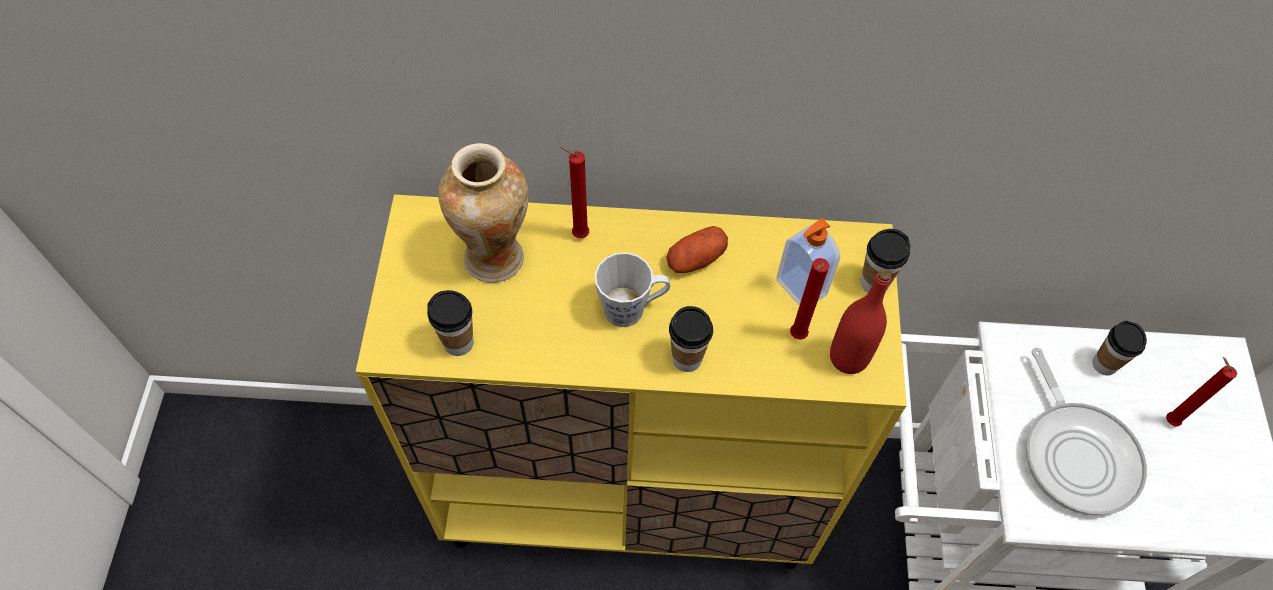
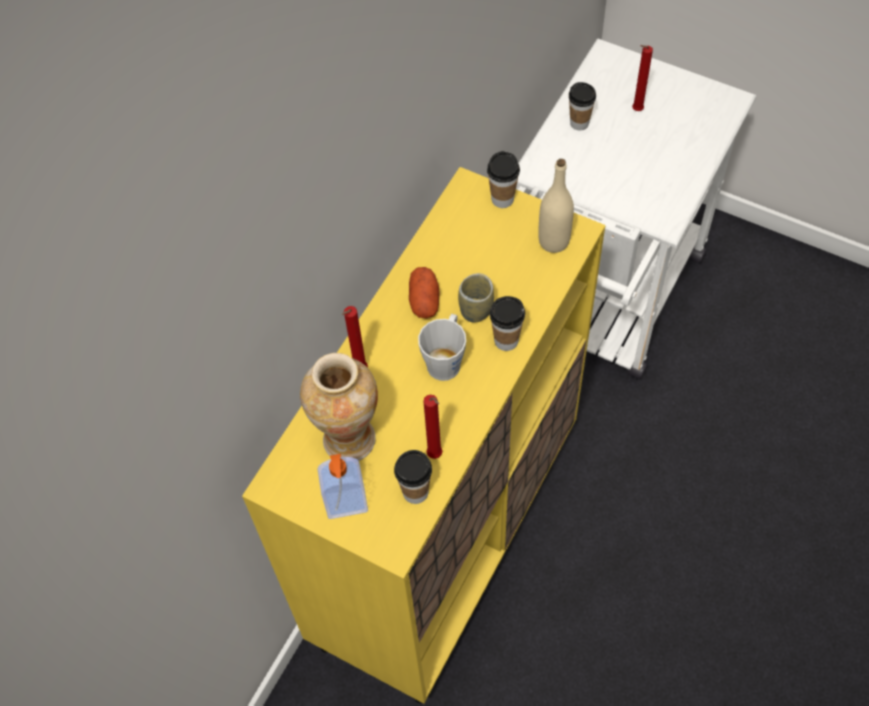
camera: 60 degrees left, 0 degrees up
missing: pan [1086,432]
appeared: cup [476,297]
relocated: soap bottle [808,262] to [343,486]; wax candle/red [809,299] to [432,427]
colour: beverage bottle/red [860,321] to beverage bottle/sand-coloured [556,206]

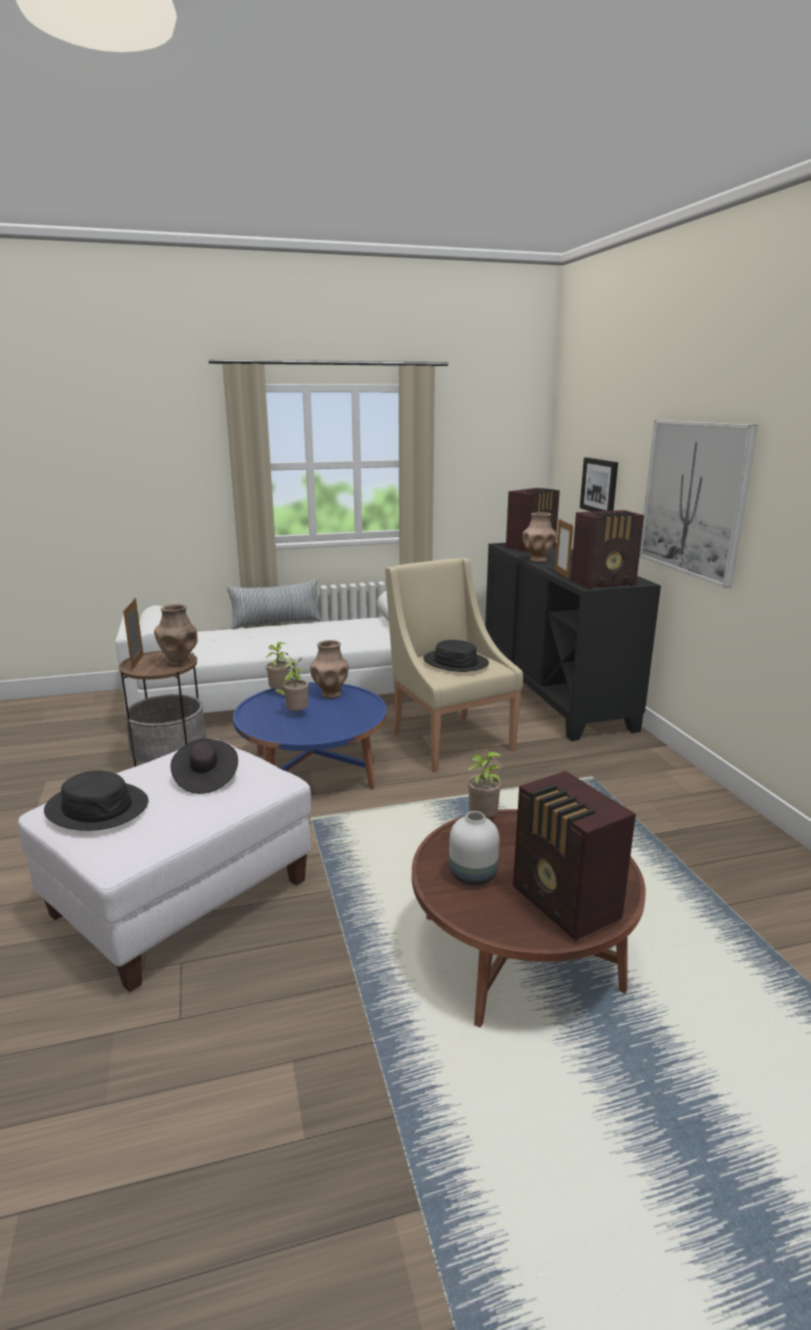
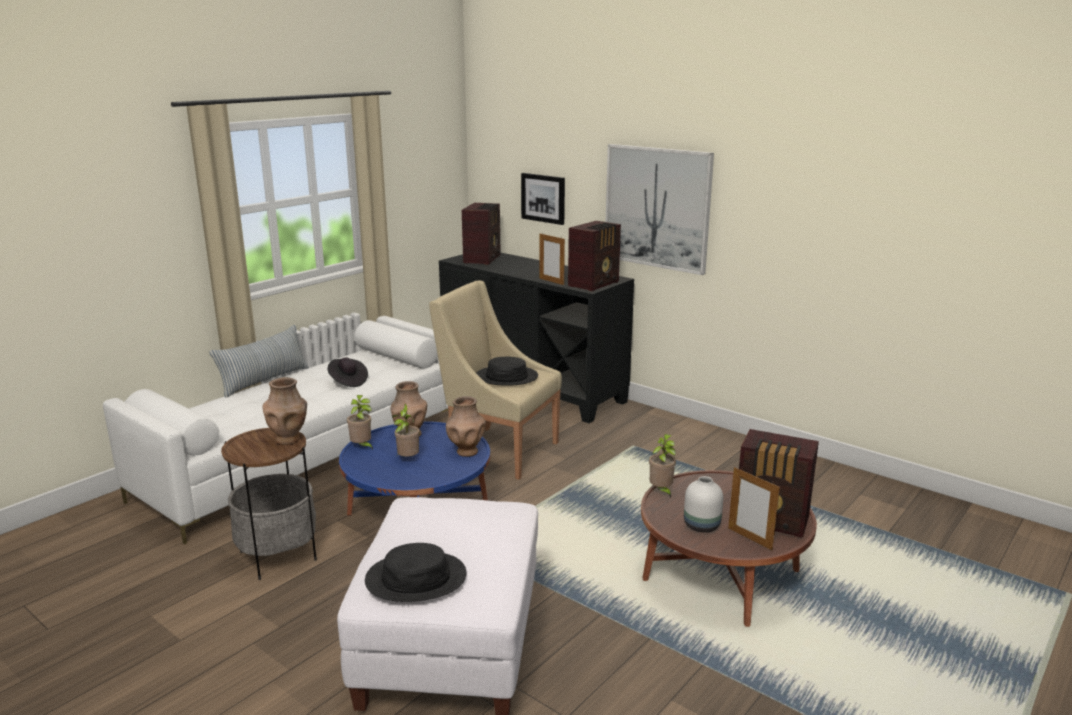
camera: 35 degrees left, 0 degrees up
relocated: standing frame [133,634] to [754,508]; hat/black [204,766] to [347,372]; decorative vase/brown-coloured [539,537] to [466,426]

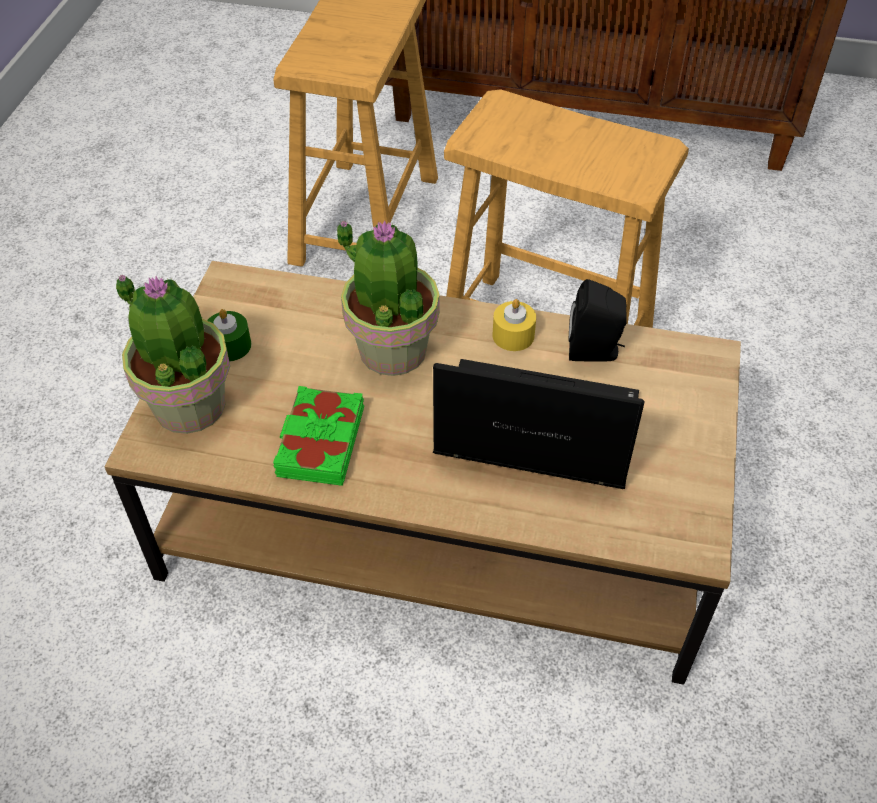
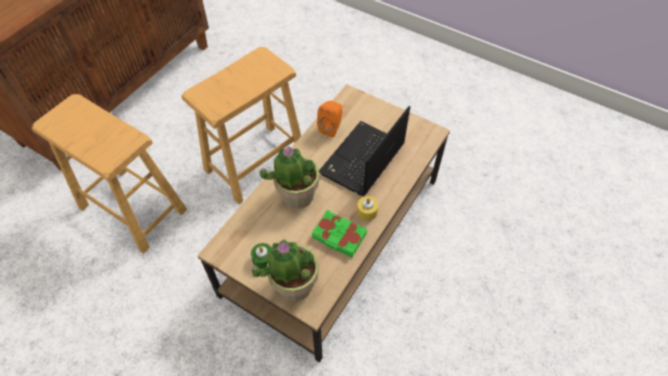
camera: 70 degrees left, 5 degrees up
relocated: wax candle/yellowish [514,325] to [367,208]
colour: speaker/black [598,320] to speaker/orange [329,119]

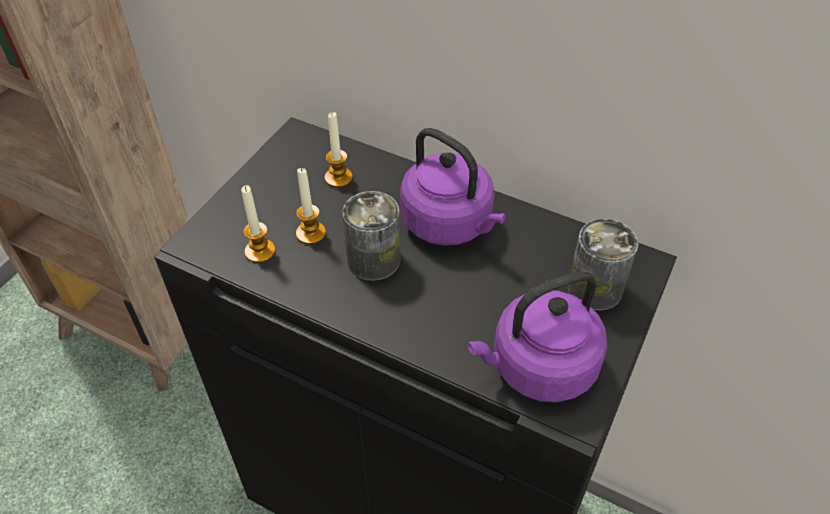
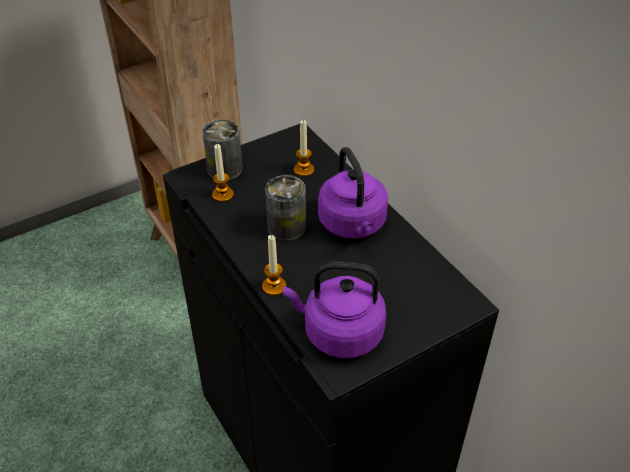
camera: 30 degrees right, 5 degrees down
relocated: wax candle [311,206] to [274,265]; sealed can [602,265] to [222,150]

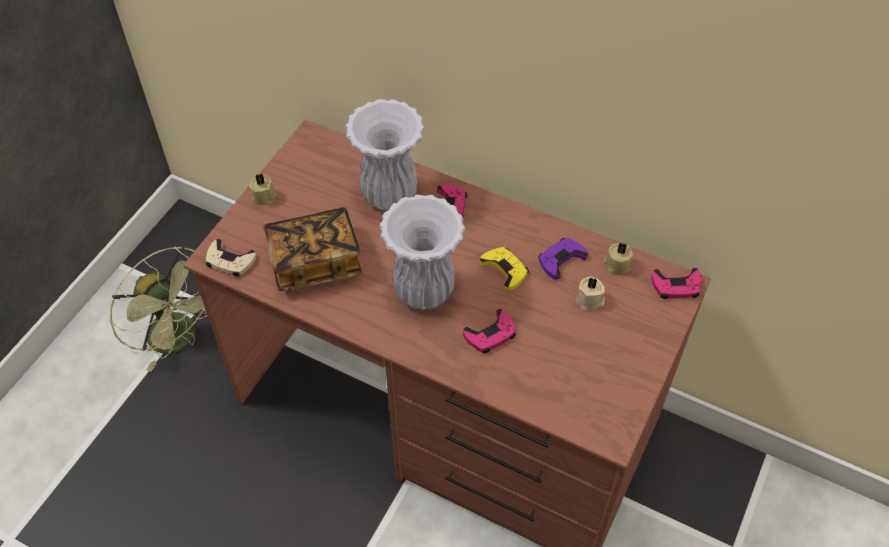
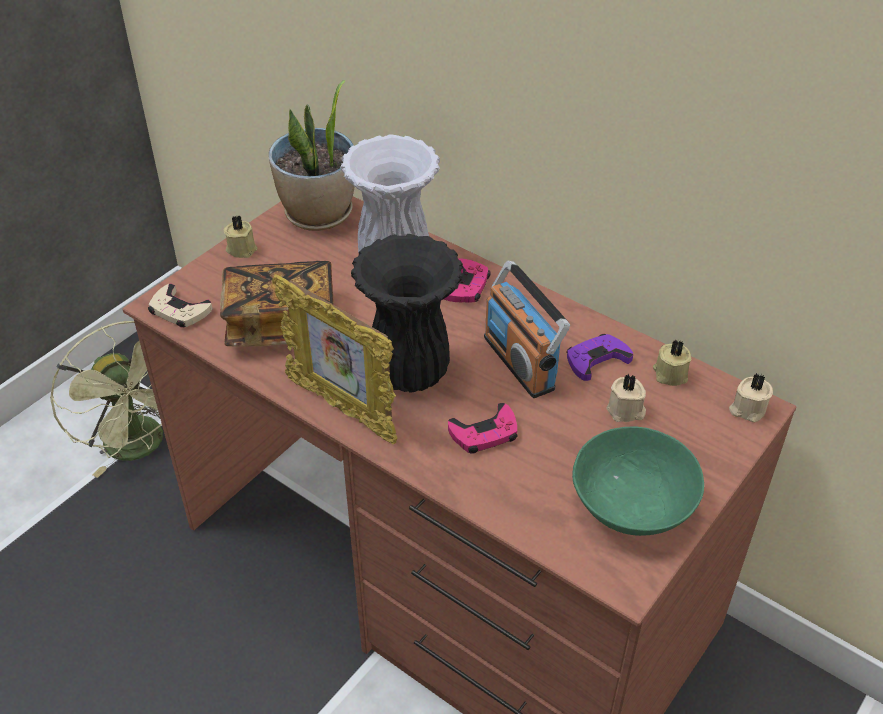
camera: 10 degrees right, 10 degrees down
appeared: potted plant [311,155]; standing frame [335,359]; bowl/green-coloured [638,481]
exchanged: gamepad/yellowish [504,269] to radio [527,329]; gamepad/pinkish [676,283] to wax candle/sand-coloured [751,397]
colour: decorative vase/white-coloured [422,252] to decorative vase/black [407,313]

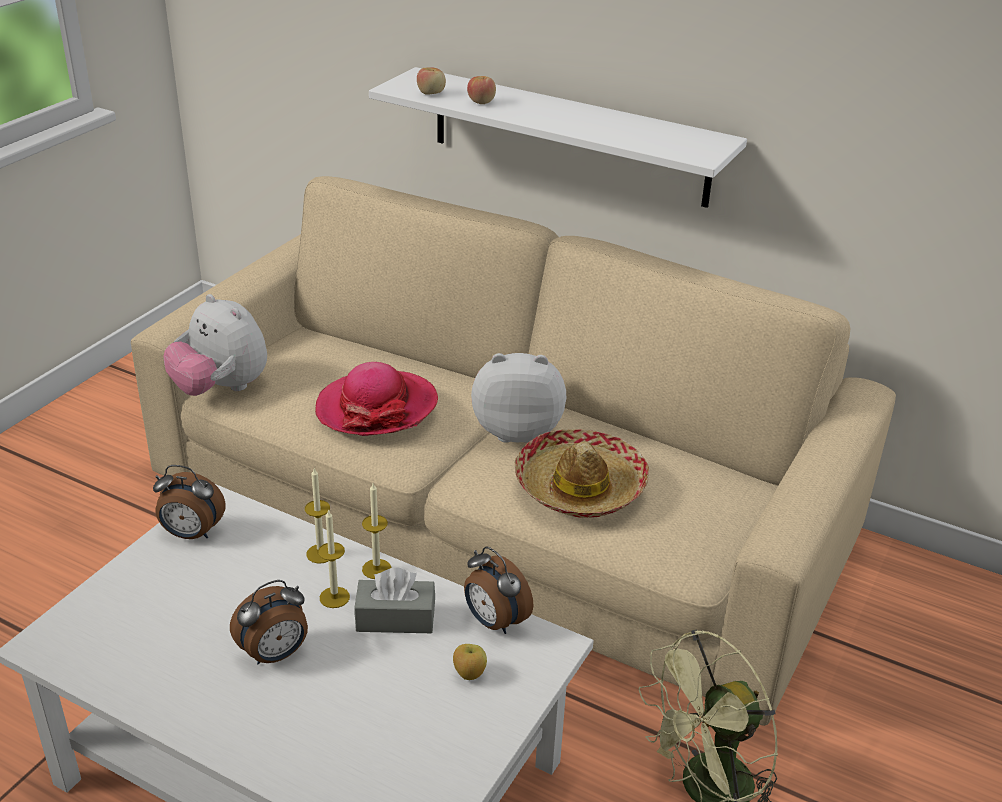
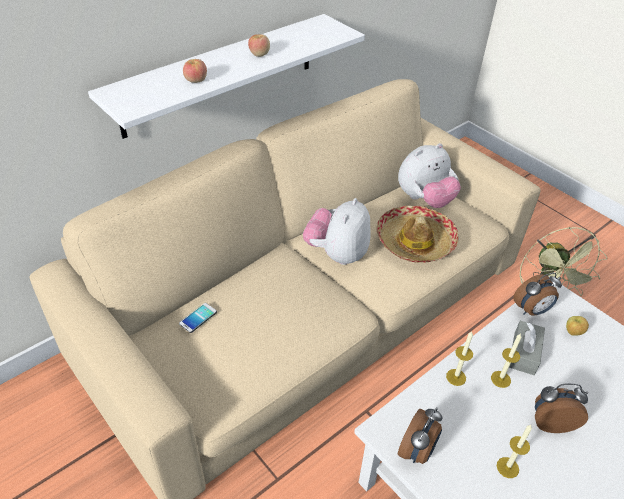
camera: 70 degrees left, 10 degrees up
missing: hat [376,399]
appeared: phone [198,318]
relocated: plush toy [215,345] to [429,175]; wax candle [377,531] to [514,451]; apple fruit [431,81] to [259,45]
spun: bedside clock [269,622] = [561,408] 75 degrees counterclockwise

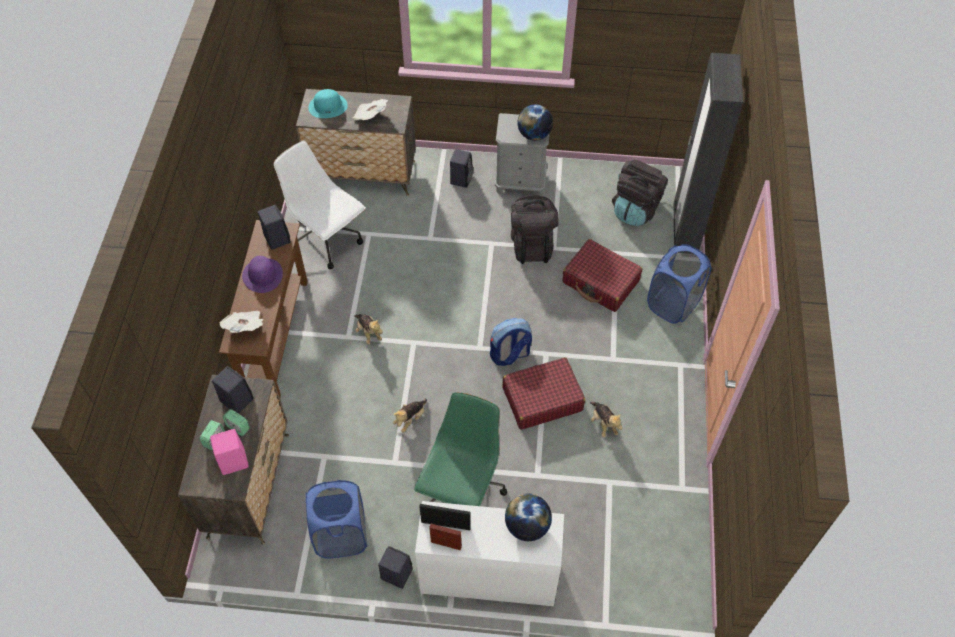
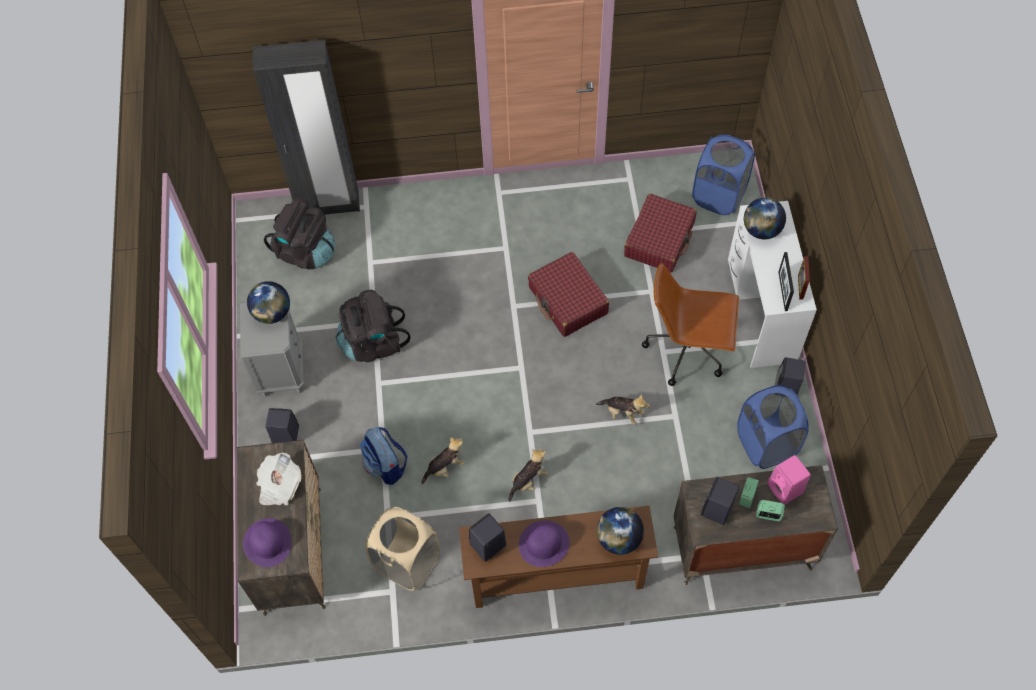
camera: 100 degrees left, 5 degrees up
relocated: rucksack [511,342] to [384,456]; piece of luggage/red [602,275] to [660,233]; plush toy [606,420] to [443,461]; washing basket/blue-coloured [679,284] to [723,174]
exchanged: printed paper [241,322] to globe [620,531]; office chair/white-coloured [319,205] to washing basket/sand-coloured [402,549]
colour: hat/turquoise [328,103] to hat/purple-coloured [267,542]; office chair/green-coloured [460,449] to office chair/brown-coloured [690,324]

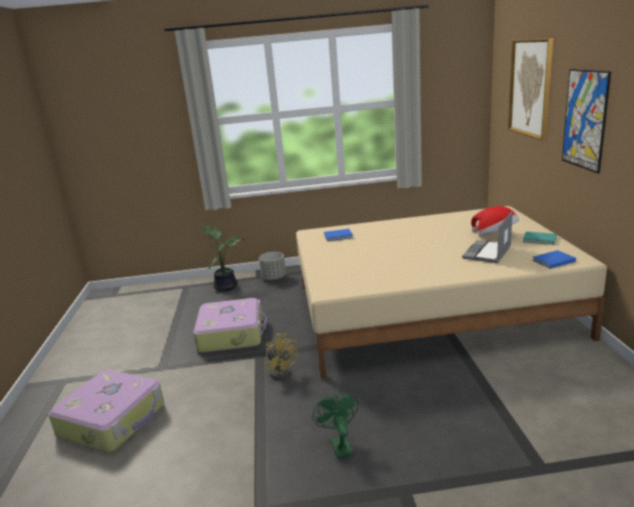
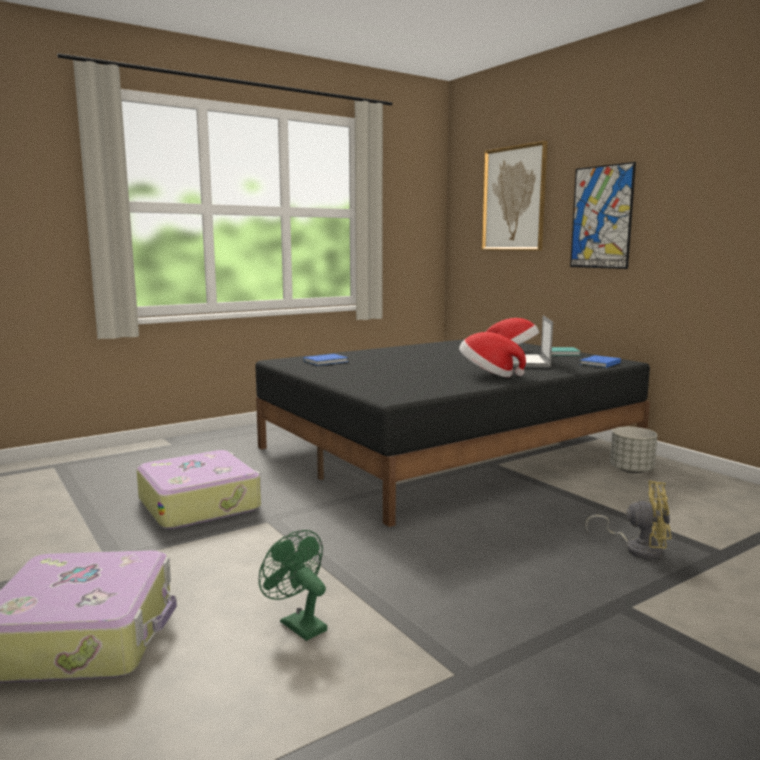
camera: 30 degrees left, 10 degrees down
missing: potted plant [222,259]
appeared: hat [492,354]
relocated: planter/greyish [272,266] to [633,450]; fan/yellowish [281,356] to [628,519]; fan/green-coloured [335,426] to [292,585]
colour: sleeping bed/sand-coloured [451,292] to sleeping bed/black [452,433]

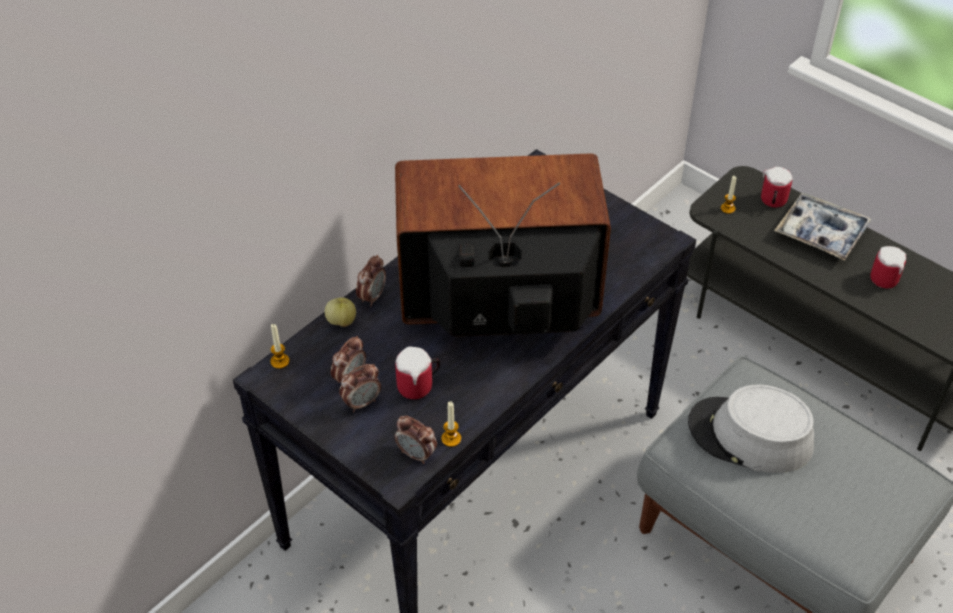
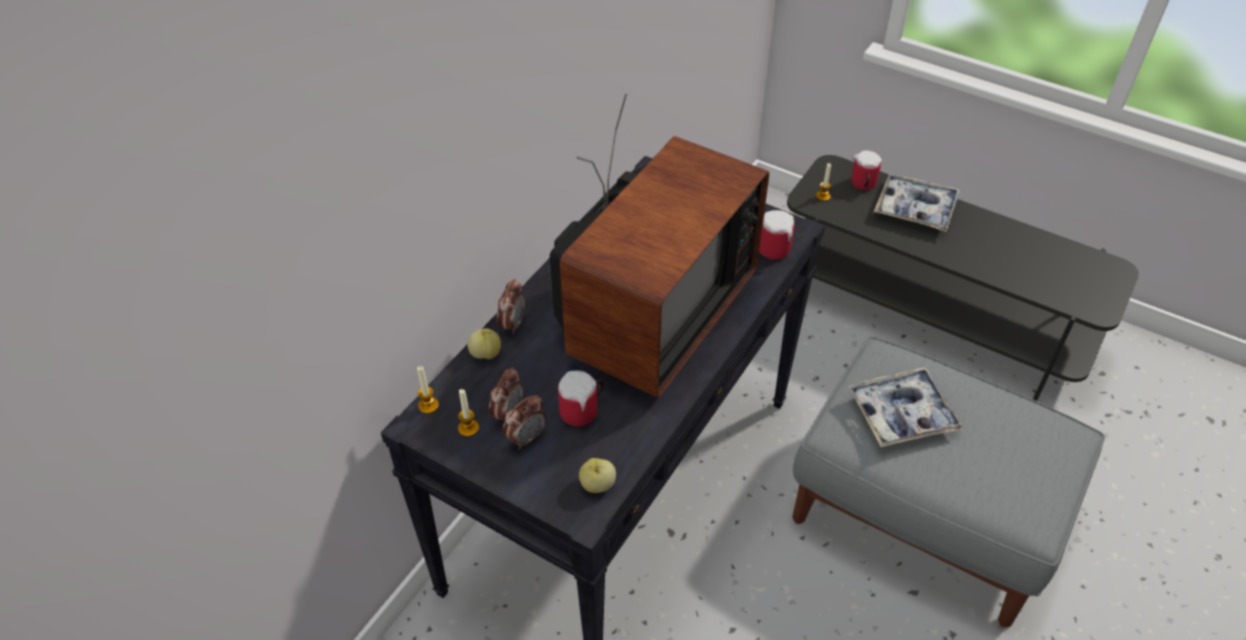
camera: 10 degrees left, 0 degrees up
relocated: wax candle [451,424] to [468,413]; tea mug [888,267] to [776,235]
exchanged: bedside clock [415,440] to apple fruit [597,475]; hat/greyish [751,429] to carrying tray [906,407]
spun: TV set [503,245] = [659,246] 135 degrees clockwise

